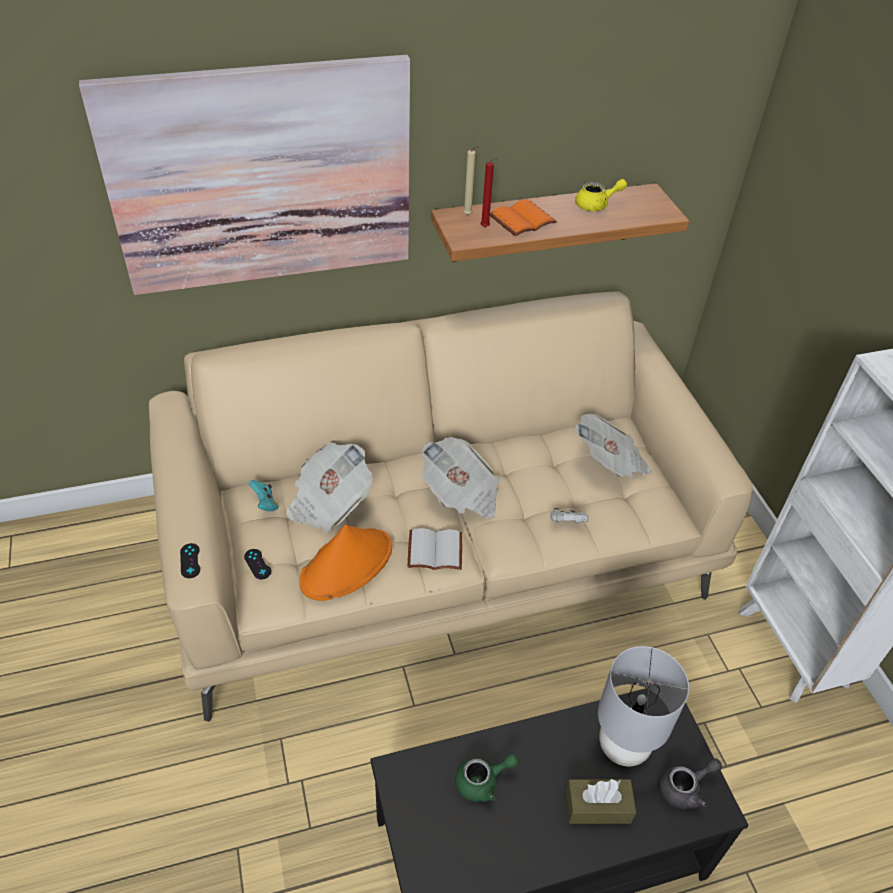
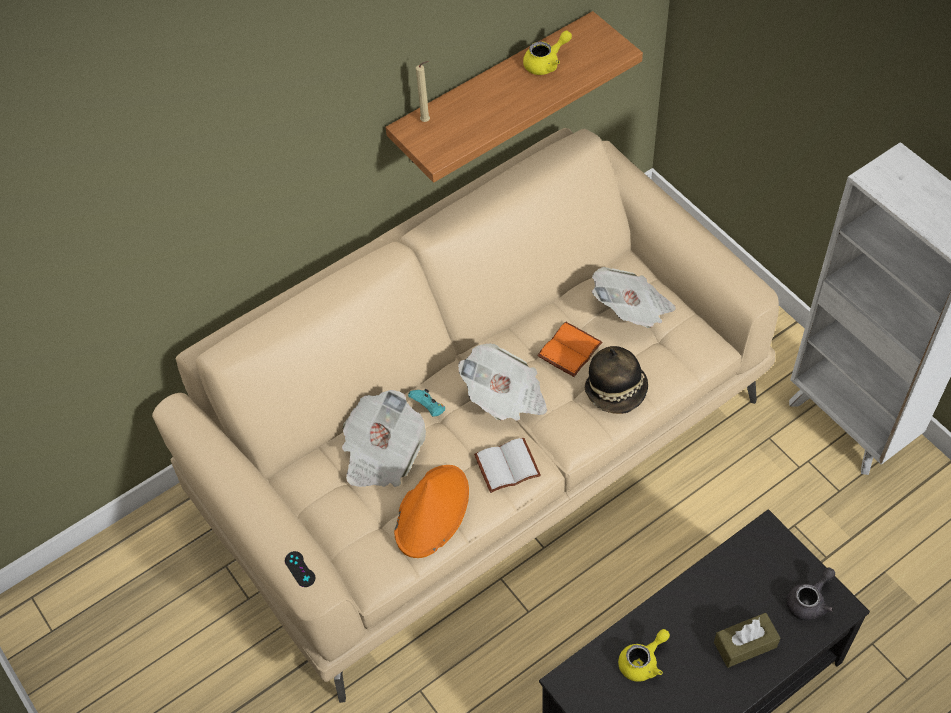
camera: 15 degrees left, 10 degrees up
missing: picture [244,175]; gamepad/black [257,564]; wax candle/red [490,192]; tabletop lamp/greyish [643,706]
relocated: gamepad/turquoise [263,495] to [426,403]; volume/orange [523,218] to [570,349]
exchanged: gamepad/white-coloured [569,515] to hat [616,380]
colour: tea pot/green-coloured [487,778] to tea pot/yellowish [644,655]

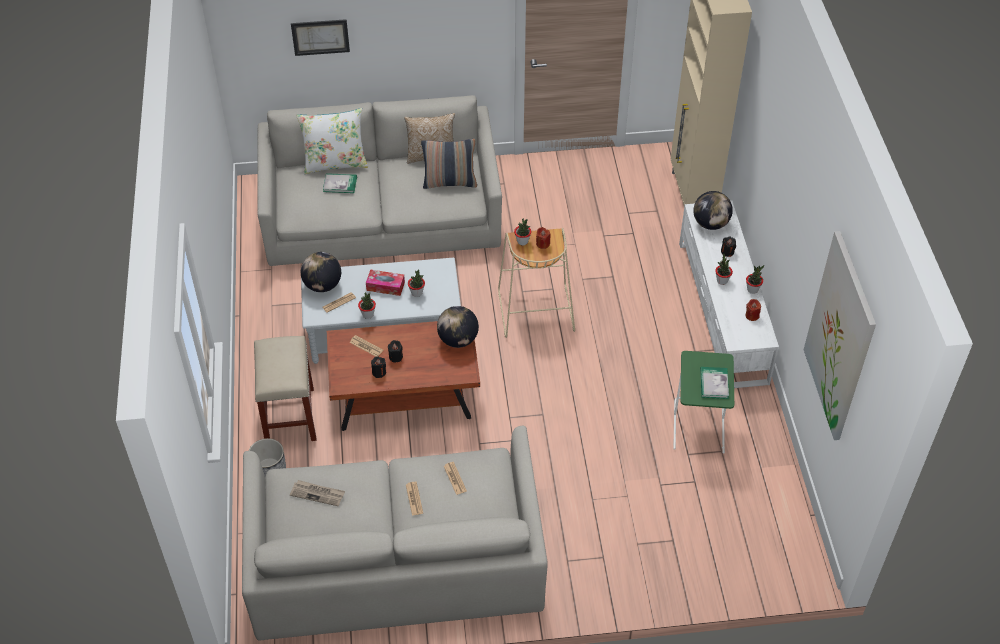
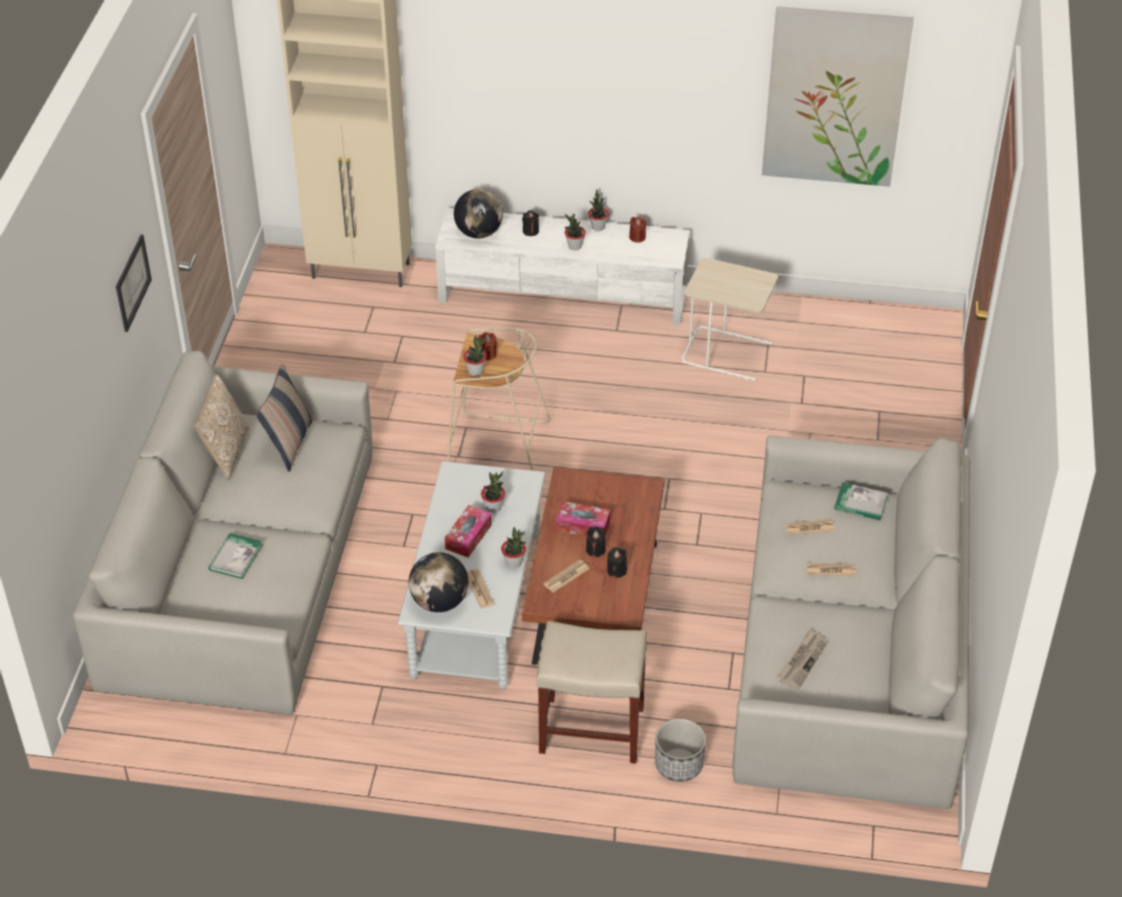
camera: 75 degrees left, 5 degrees down
missing: throw pillow/white-coloured [332,141]; globe [458,327]
appeared: tissue holder [583,519]
relocated: picture [320,37] to [134,283]; volume [714,383] to [861,501]
colour: side table/green-coloured [703,402] to side table/sand-coloured [730,319]

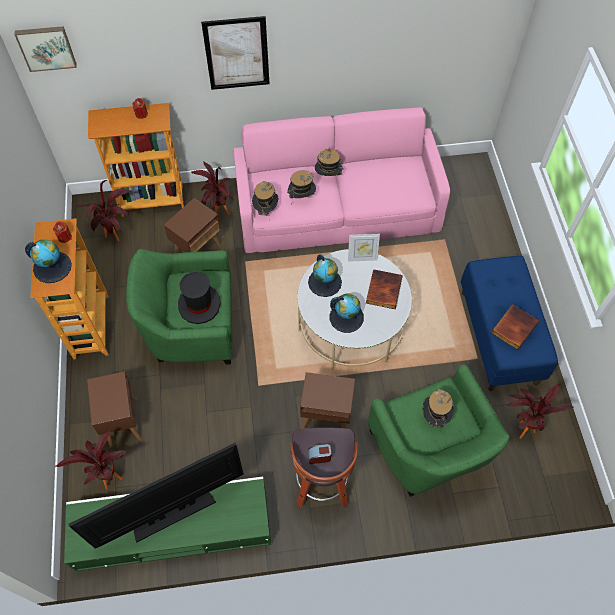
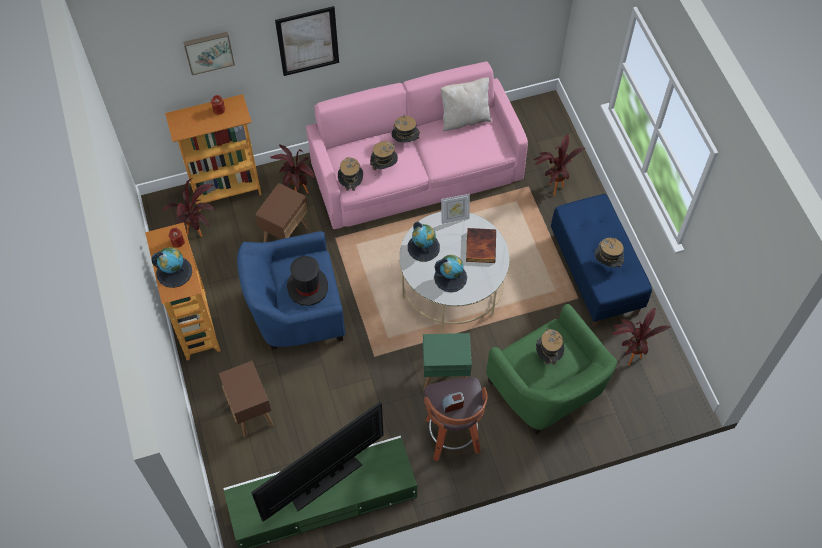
camera: 10 degrees left, 0 degrees up
appeared: throw pillow/sand-coloured [465,104]
relocated: picture [45,49] to [209,53]; potted plant [91,459] to [559,165]
exchanged: volume [515,327] to hat [609,252]
colour: easy chair/green-coloured [179,306] to easy chair/blue-coloured [291,290]; side table/brown-coloured [327,400] to side table/green-coloured [447,361]

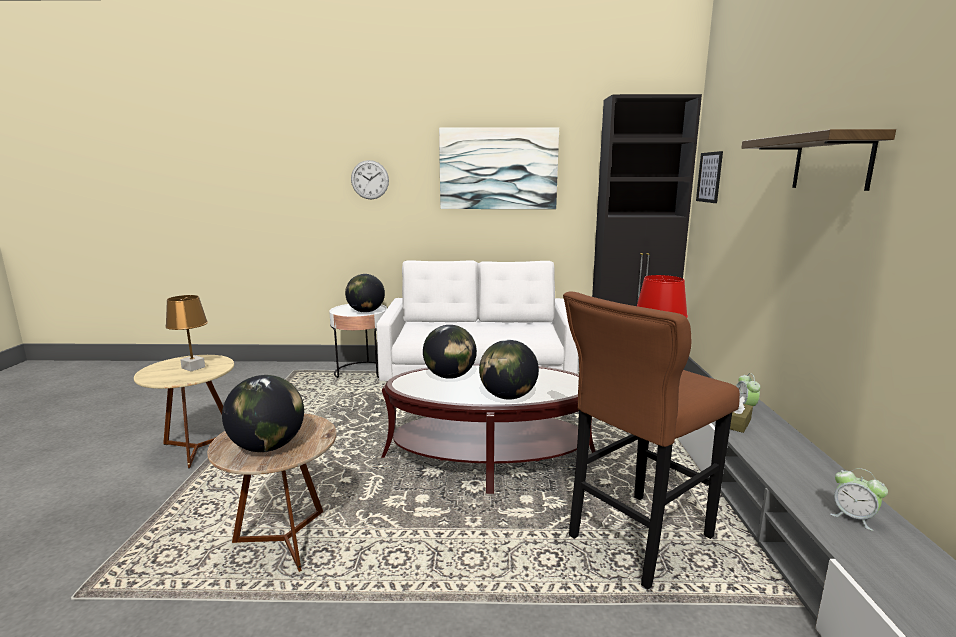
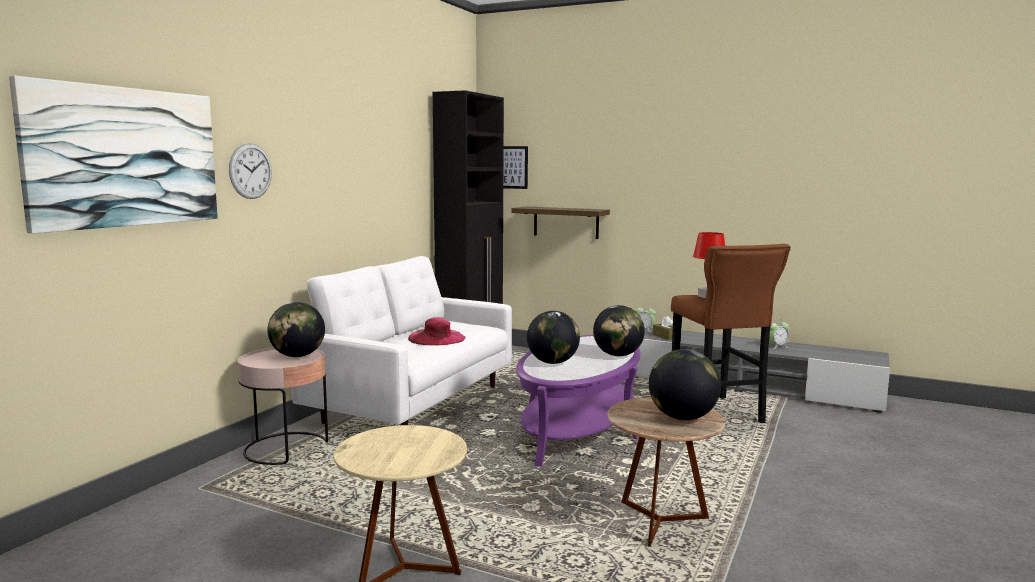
camera: 65 degrees left, 5 degrees down
missing: tabletop lamp/brown-coloured [186,333]
appeared: hat/pinkish [437,331]
relocated: picture [499,168] to [113,155]; shelf [818,160] to [560,222]
colour: side table/white-coloured [358,341] to side table/pinkish [283,406]; lounge table/brown-coloured [488,428] to lounge table/purple-coloured [578,401]

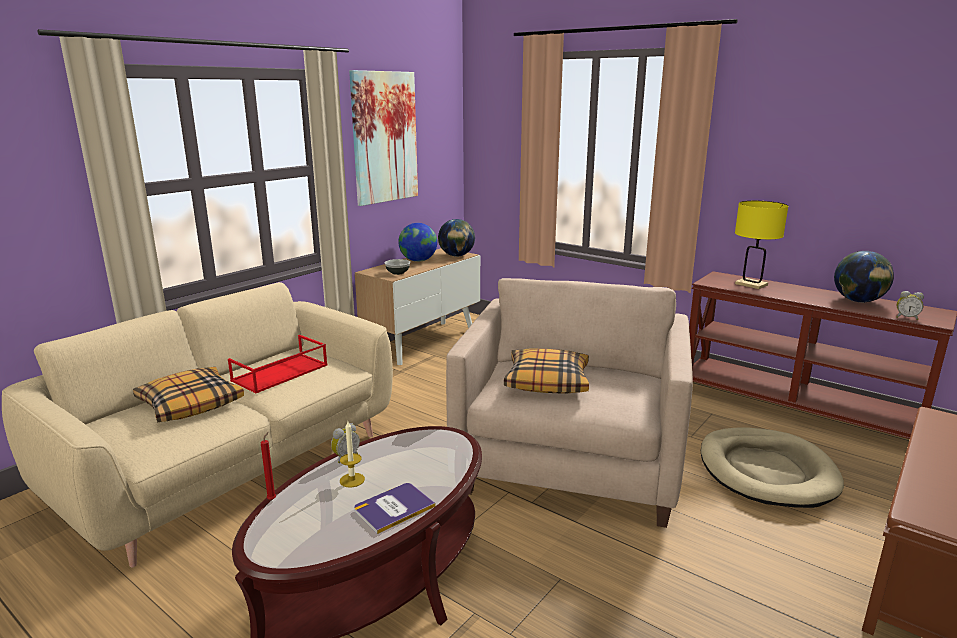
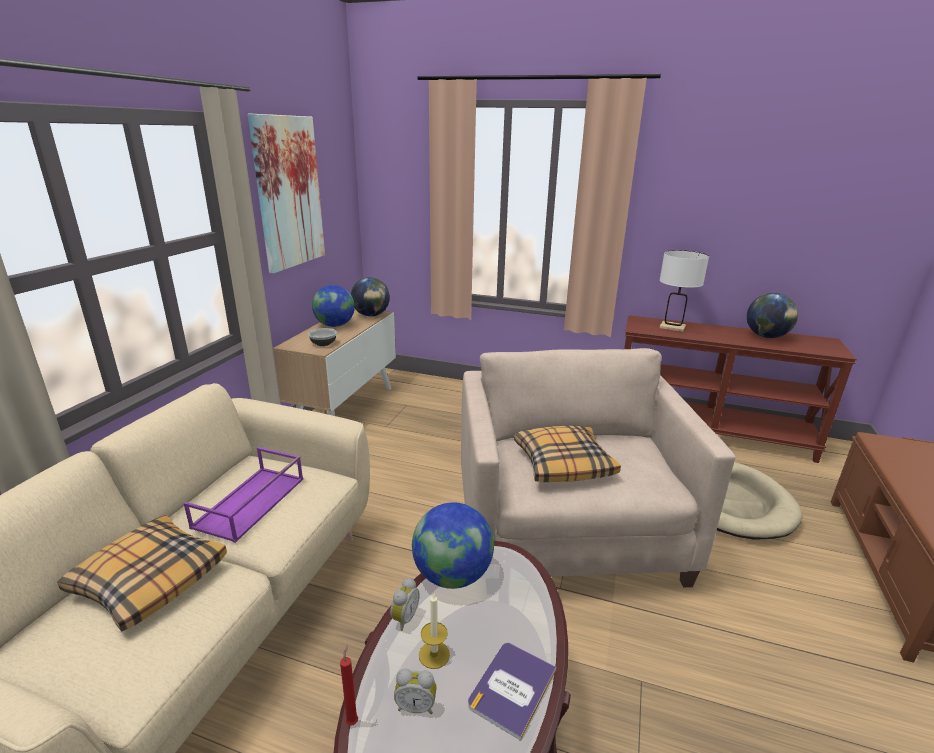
camera: 20 degrees left, 5 degrees up
appeared: globe [453,545]
relocated: bedside clock [910,305] to [415,691]
colour: carrying tray/red [278,364] to carrying tray/purple-coloured [243,495]; tabletop lamp/yellowish [761,245] to tabletop lamp/white-coloured [684,291]

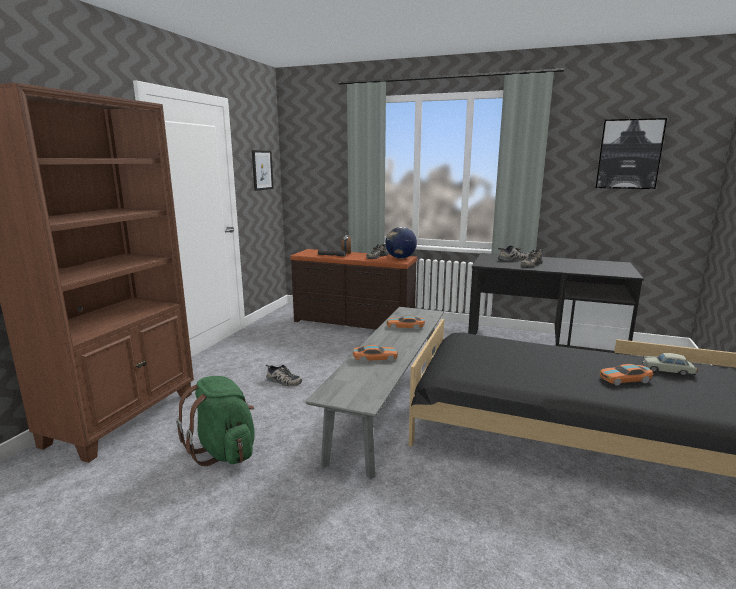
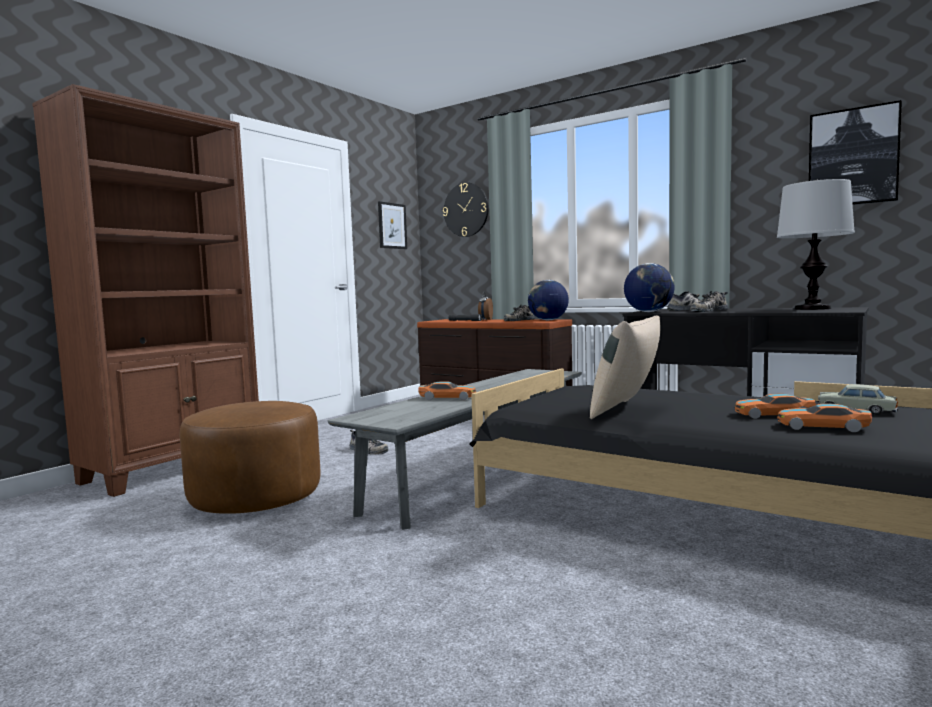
camera: 15 degrees right, 10 degrees down
appeared: hanging clock [466,209]; throw pillow/sand-coloured [625,367]; globe [649,287]; tabletop lamp [816,244]
relocated: miniature car [405,323] to [824,418]
exchanged: rucksack/green-coloured [215,421] to footrest/brown-coloured [250,457]

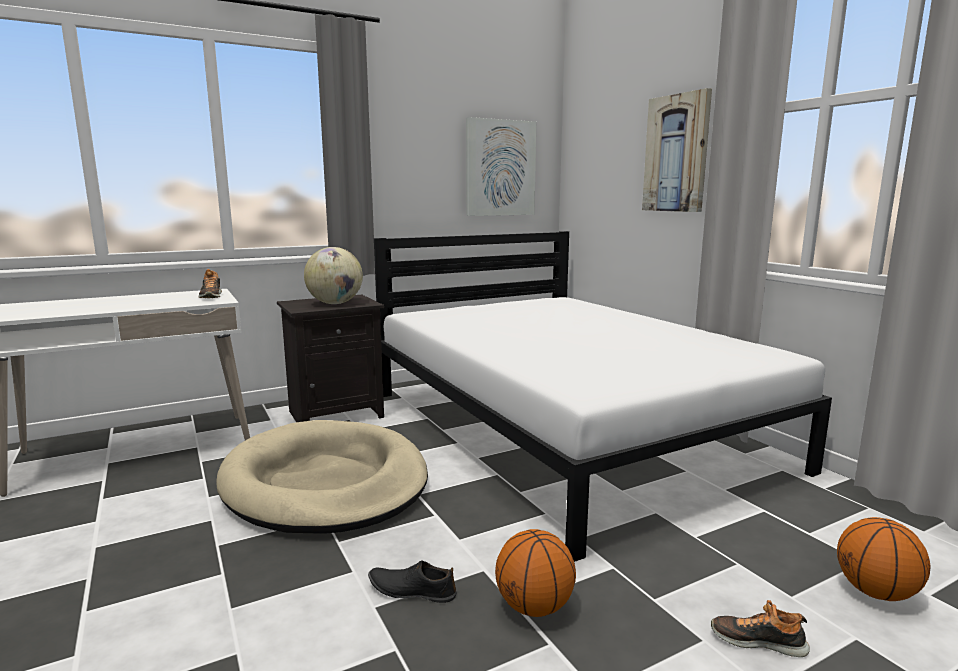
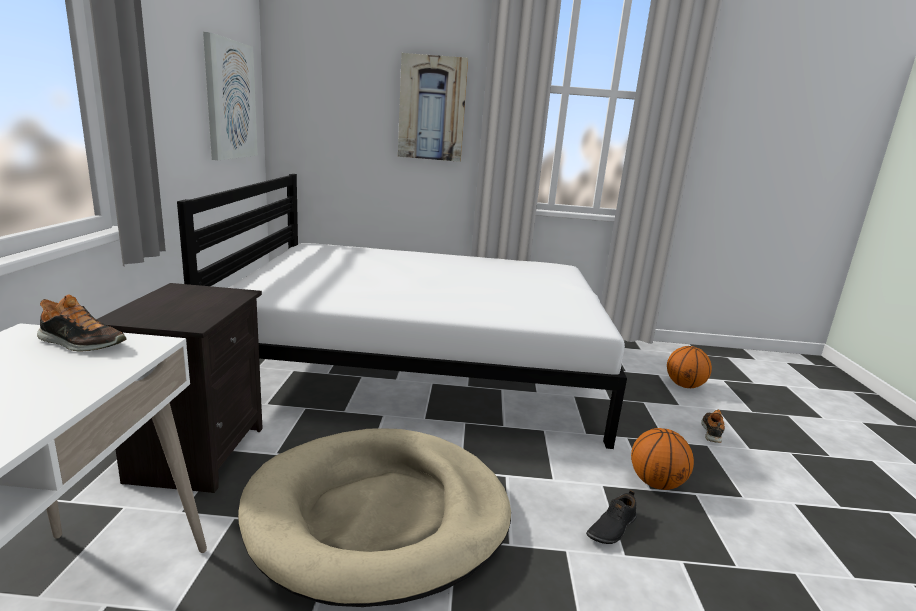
camera: 60 degrees left, 5 degrees up
missing: globe [333,275]
spun: low shoe [760,628] = [713,426] 150 degrees clockwise

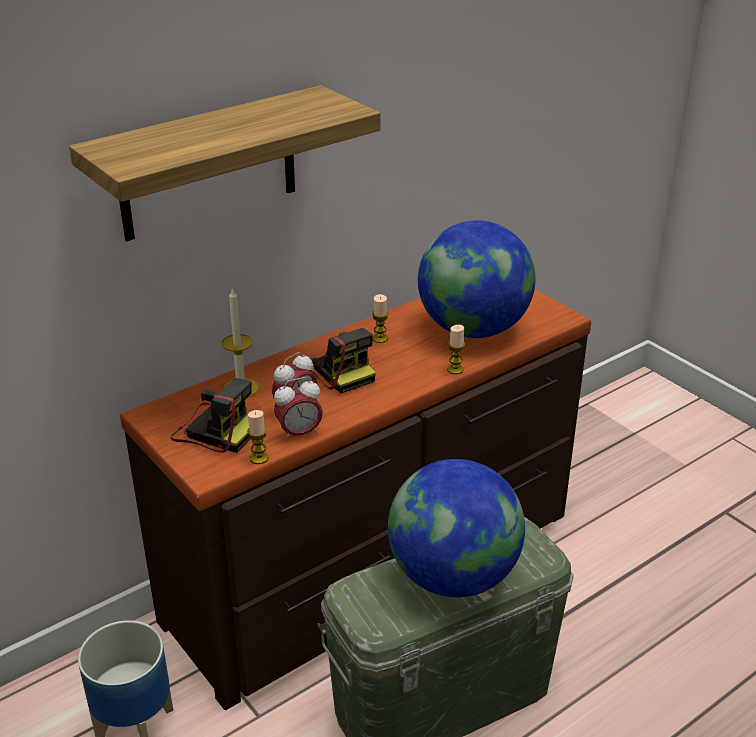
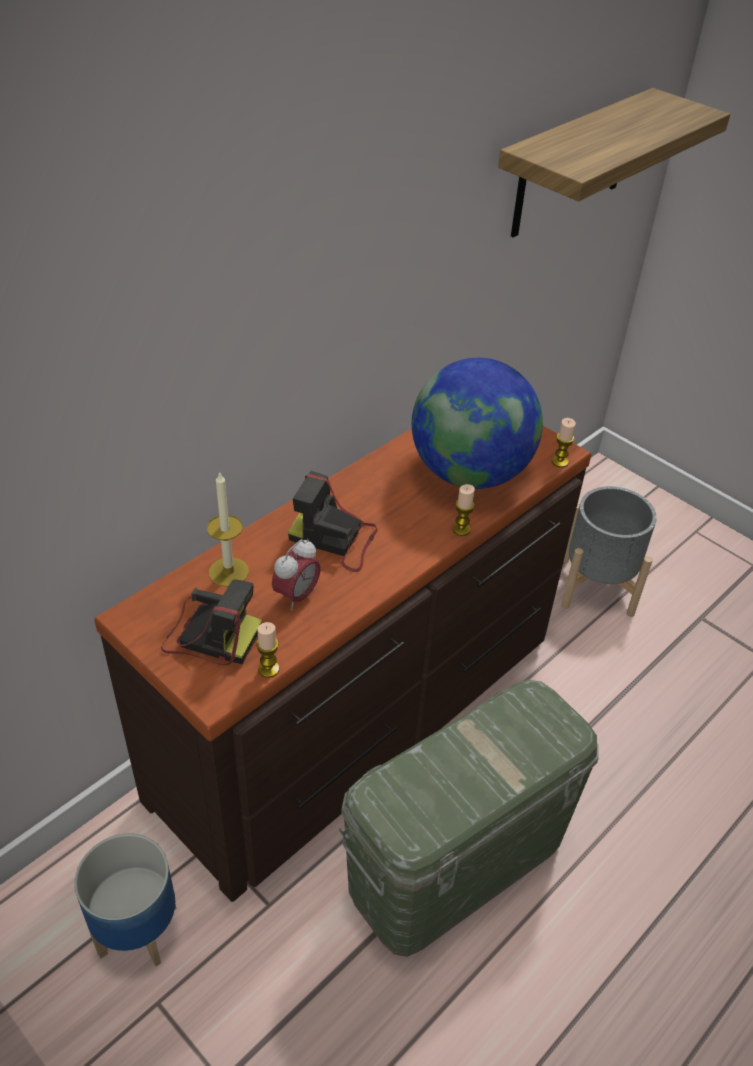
camera: 10 degrees left, 10 degrees up
missing: bedside clock [298,409]; globe [456,528]
appeared: planter/greyish [609,551]
relocated: shelf [225,163] to [614,162]; wax candle [380,318] to [564,443]
spun: photo camera [342,361] = [332,521] 150 degrees clockwise

